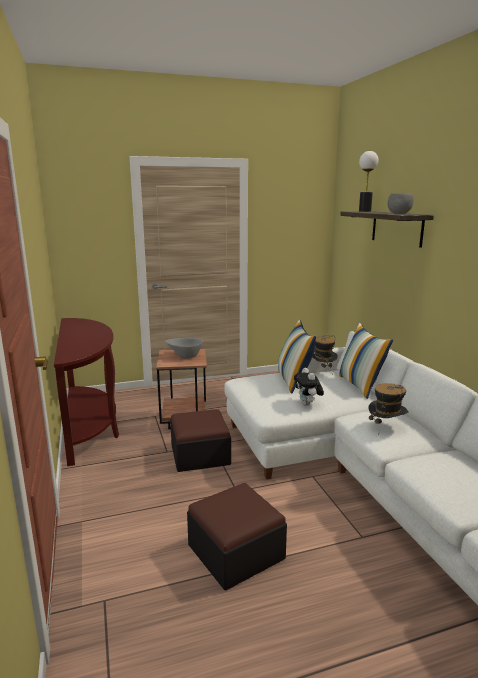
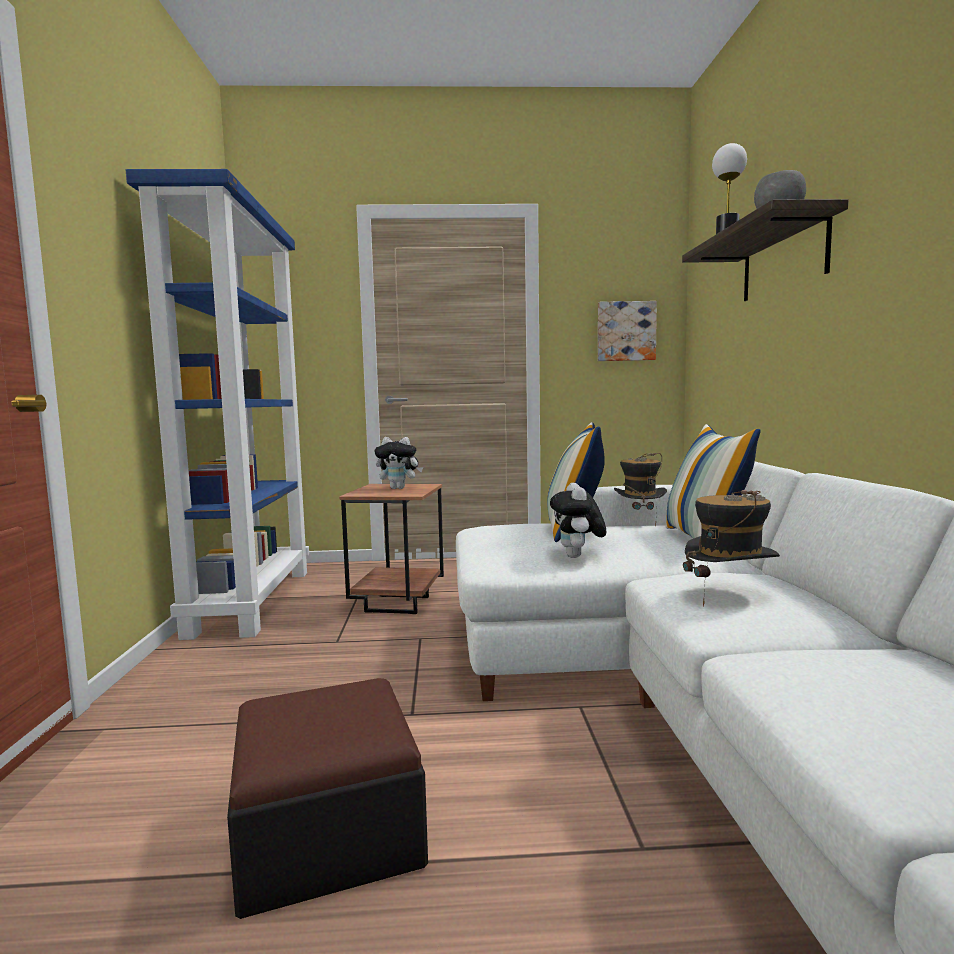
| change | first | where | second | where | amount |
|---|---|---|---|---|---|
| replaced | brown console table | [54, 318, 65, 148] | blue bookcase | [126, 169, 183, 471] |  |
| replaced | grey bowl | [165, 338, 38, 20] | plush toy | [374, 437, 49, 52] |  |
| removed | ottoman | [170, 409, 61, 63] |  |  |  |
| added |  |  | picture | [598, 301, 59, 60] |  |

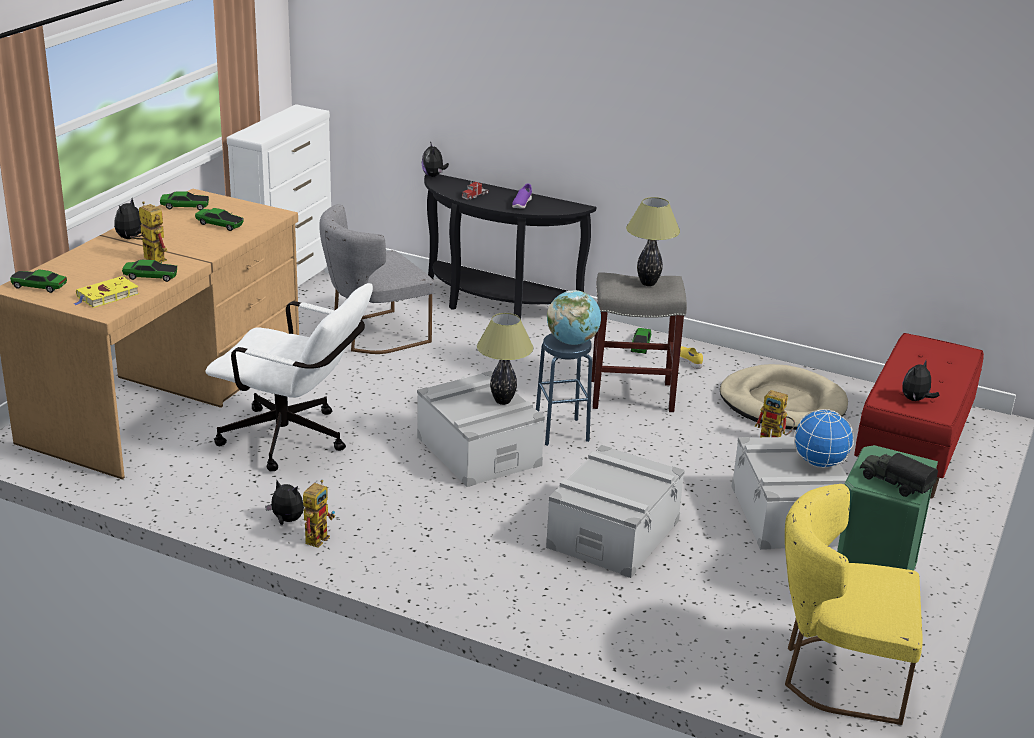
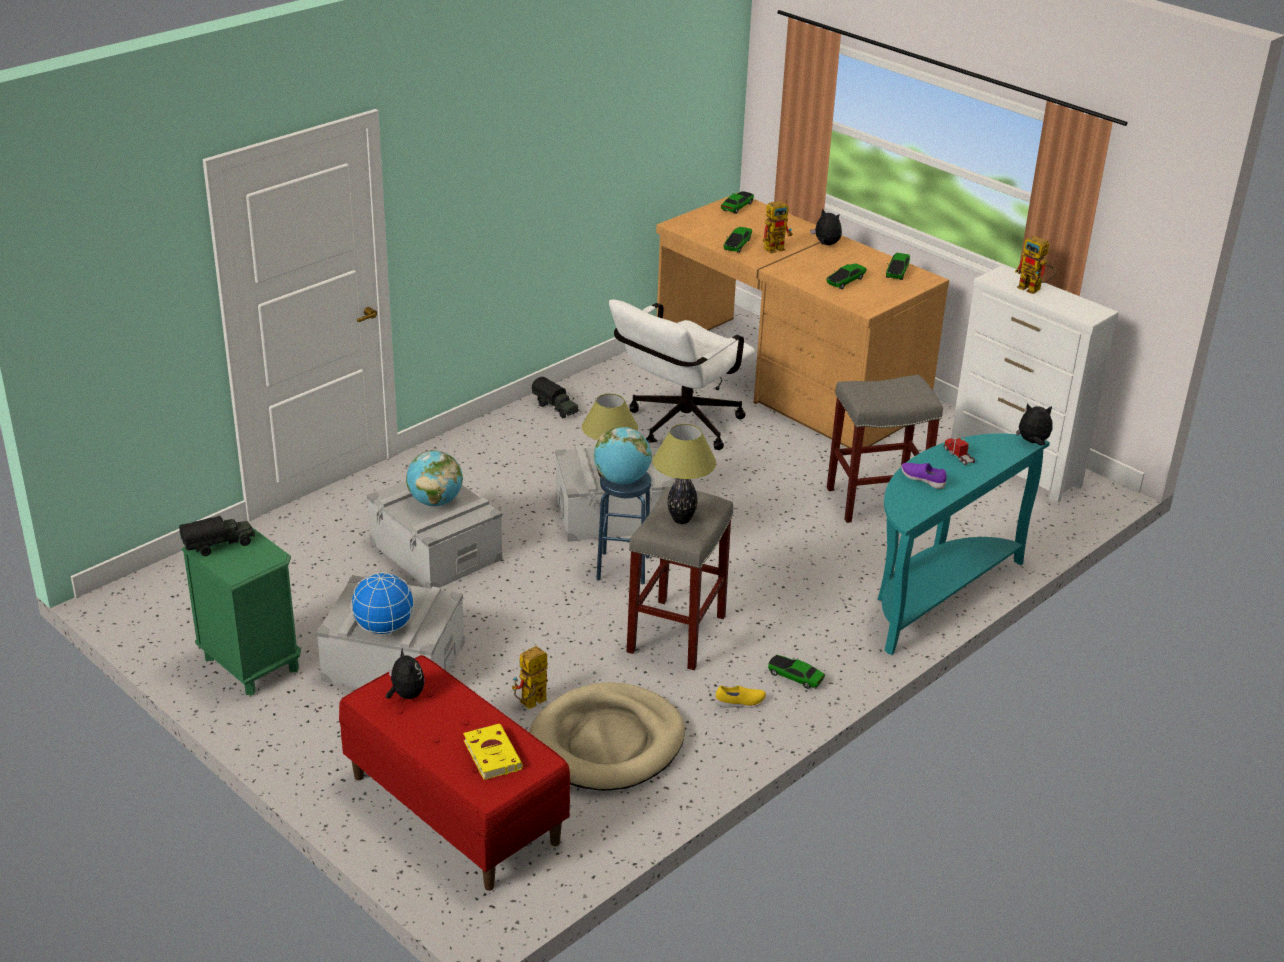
| change | first | where | second | where | amount |
|---|---|---|---|---|---|
| moved | yellow book | [74, 276, 65, 32] |  | [463, 724, 60, 56] |  |
| replaced | plush toy | [265, 480, 39, 45] | toy truck | [532, 377, 47, 41] |  |
| moved | toy robot | [303, 480, 32, 68] |  | [1015, 235, 41, 59] |  |
| replaced | grey chair | [319, 204, 115, 150] | grey stool | [827, 375, 116, 148] |  |
| recoloured | black console table | [424, 174, 172, 145] | turquoise console table | [877, 433, 173, 222] |  |
| removed | yellow chair | [785, 484, 138, 241] |  |  |  |
| added |  |  | globe | [406, 450, 57, 56] |  |

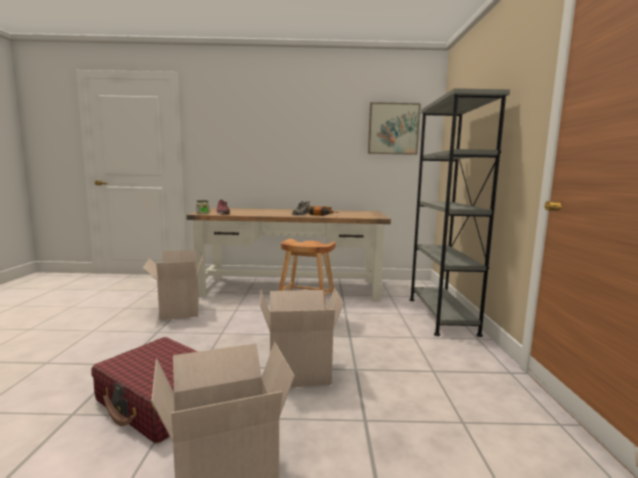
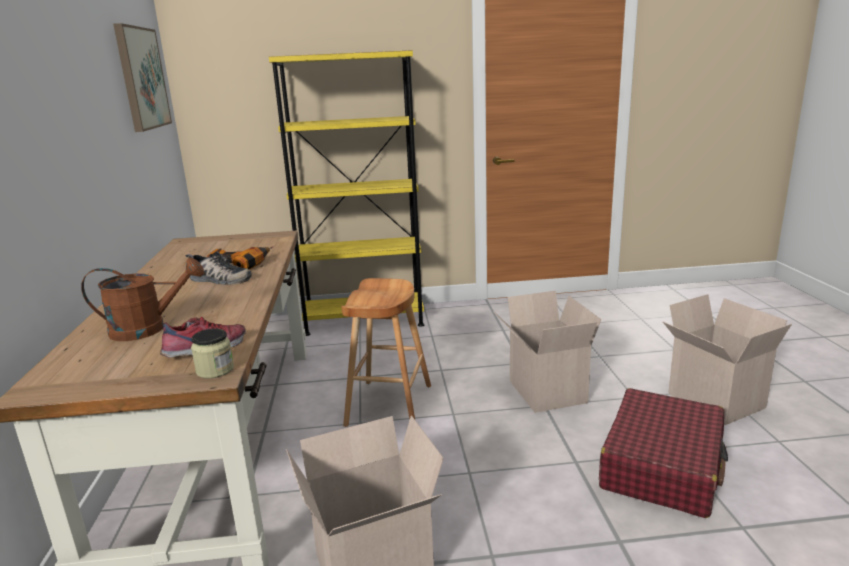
| change | first | where | second | where | amount |
|---|---|---|---|---|---|
| recoloured | grey bookcase | [410, 88, 100, 249] | yellow bookcase | [269, 50, 155, 286] |  |
| added |  |  | brown watering can | [81, 258, 123, 83] |  |

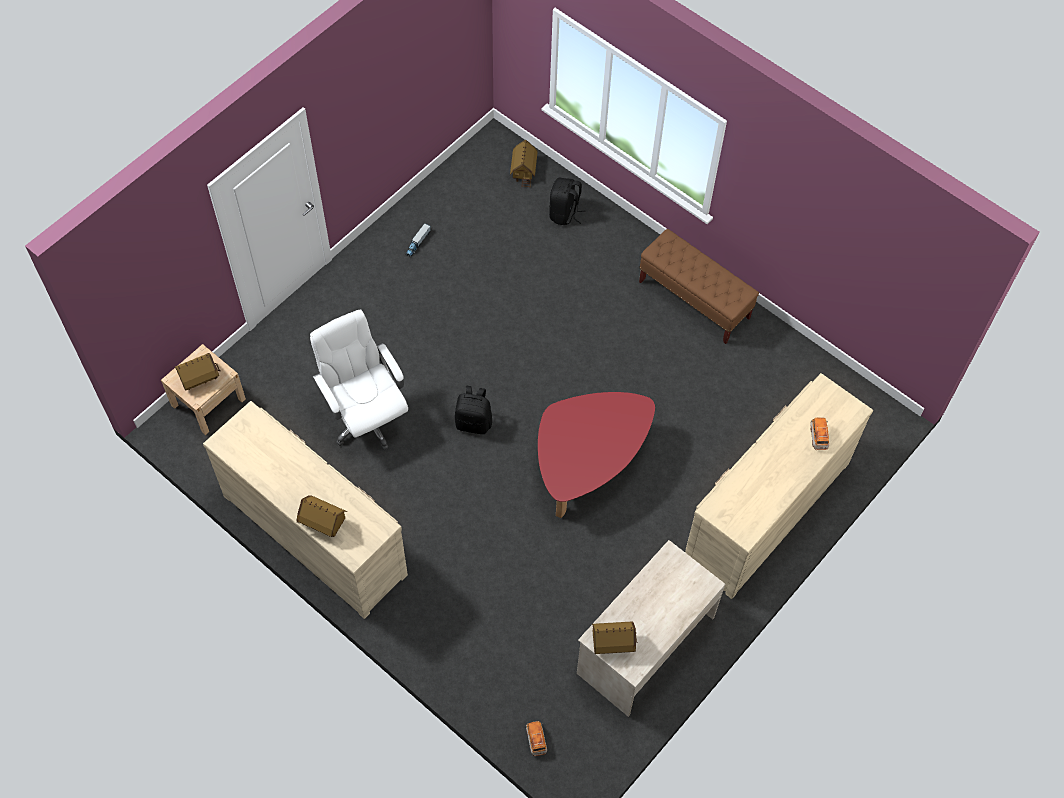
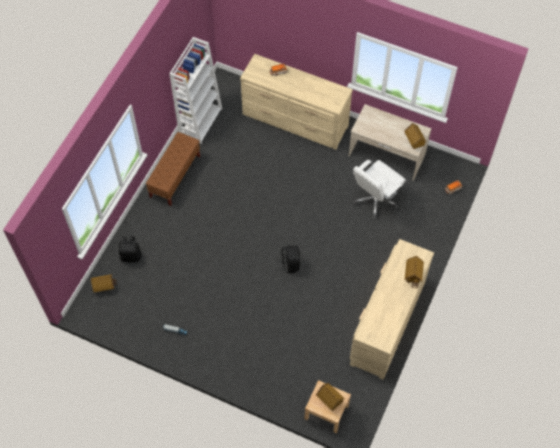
| change | first | where | second | where | amount |
|---|---|---|---|---|---|
| moved | white office chair | [310, 310, 98, 140] |  | [353, 160, 53, 60] |  |
| removed | red coffee table | [538, 392, 117, 126] |  |  |  |
| added |  |  | white bookcase | [169, 37, 53, 107] |  |

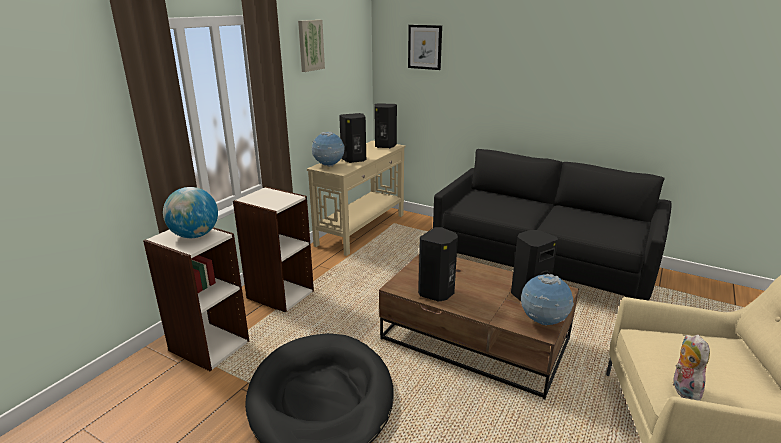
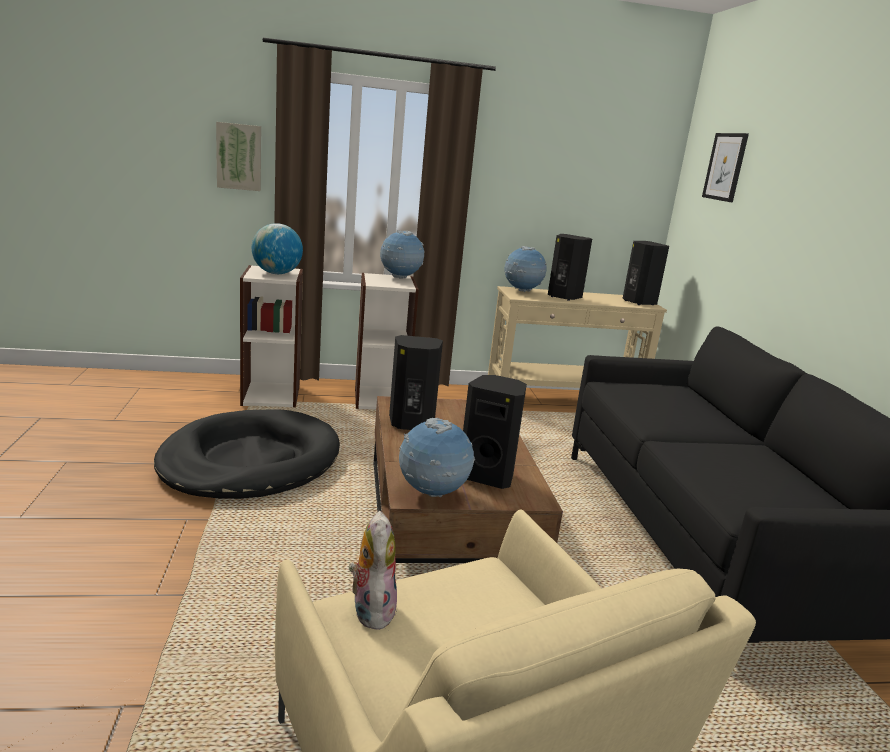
| change | first | where | second | where | amount |
|---|---|---|---|---|---|
| moved | picture | [298, 20, 27, 52] |  | [216, 122, 45, 69] |  |
| turned | plush toy | [673, 335, 37, 66] |  | [349, 511, 48, 119] | 60 degrees counterclockwise |
| added |  |  | globe | [380, 230, 44, 49] |  |

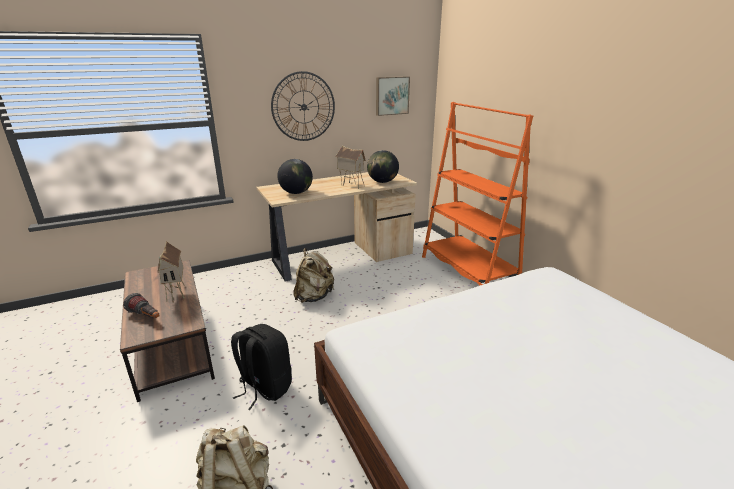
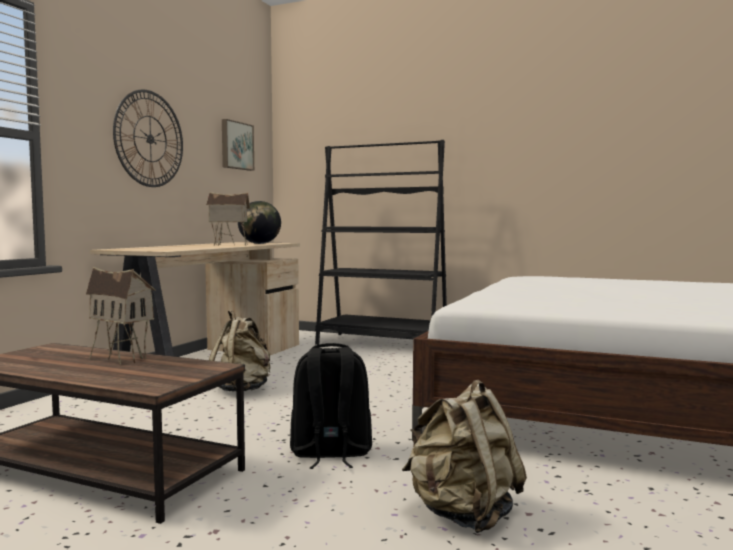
| change | first | where | second | where | amount |
|---|---|---|---|---|---|
| removed | flashlight | [123, 293, 36, 25] |  |  |  |
| removed | globe | [277, 159, 36, 35] |  |  |  |
| recoloured | orange bookcase | [422, 102, 111, 184] | black bookcase | [315, 140, 132, 205] |  |

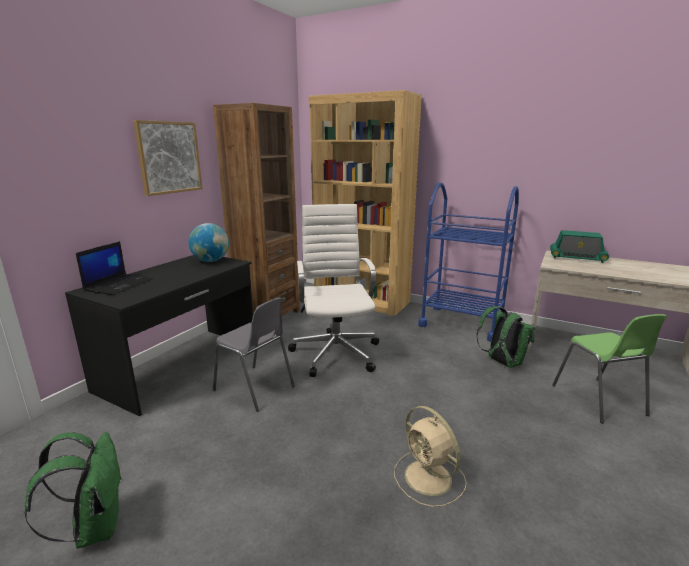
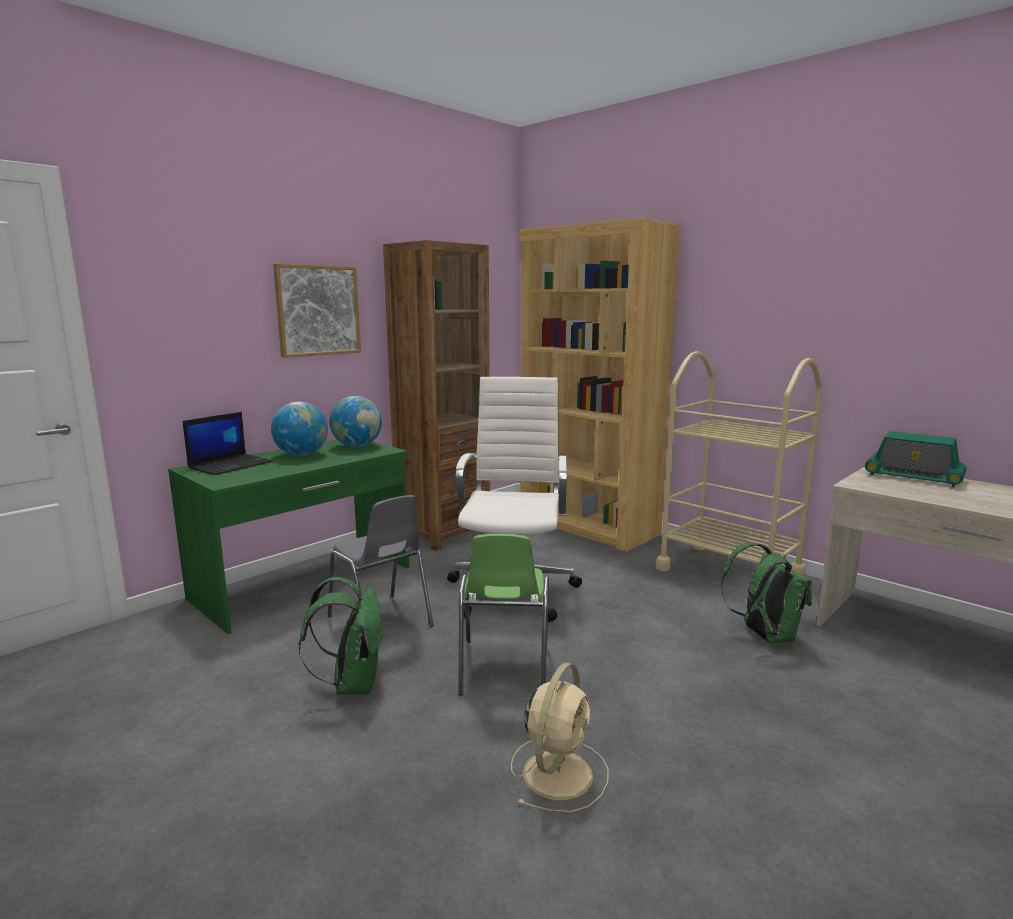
| change | first | where | second | where | amount |
|---|---|---|---|---|---|
| moved | green backpack | [24, 432, 99, 117] |  | [299, 577, 86, 118] |  |
| recoloured | black desk | [65, 255, 188, 161] | green desk | [168, 439, 241, 195] |  |
| turned | beige fan | [394, 406, 72, 101] |  | [511, 662, 98, 151] | 135 degrees counterclockwise |
| recoloured | blue cart | [418, 183, 101, 159] | beige cart | [655, 351, 168, 225] |  |
| moved | green chair | [552, 314, 115, 110] |  | [459, 534, 90, 161] |  |
| added |  |  | globe | [271, 402, 57, 54] |  |

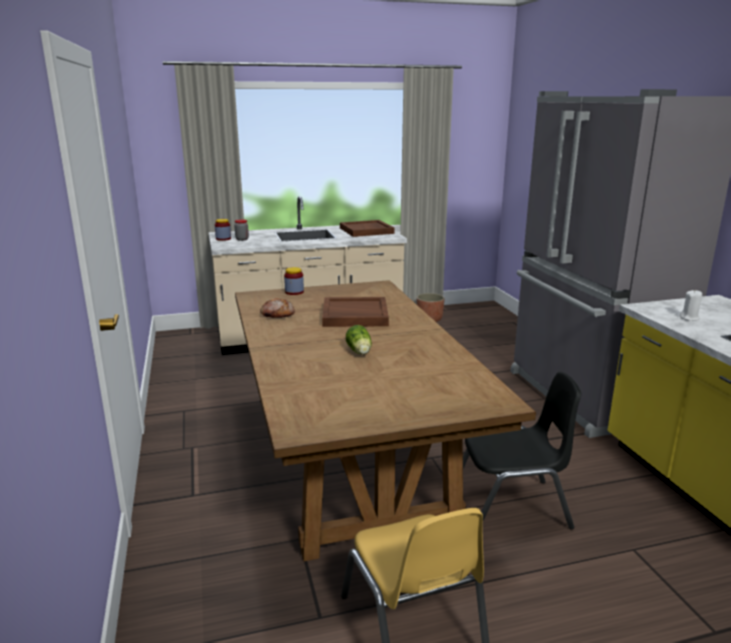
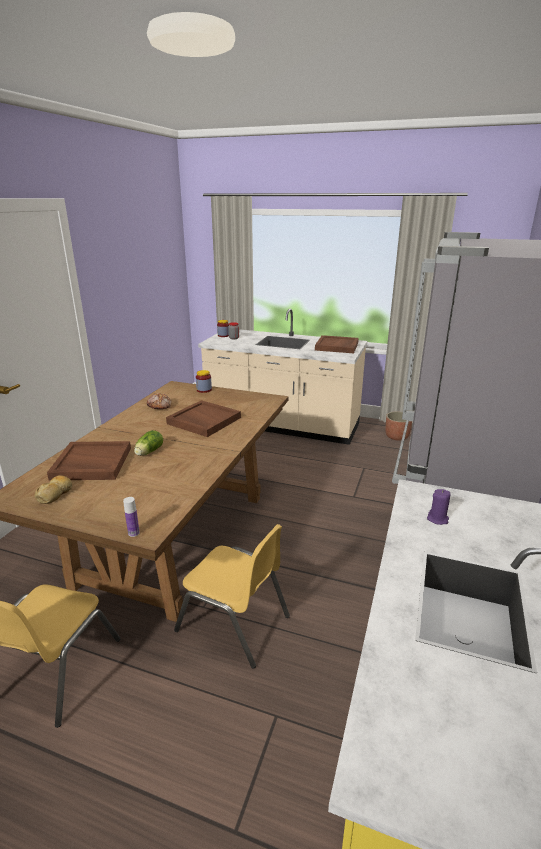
| change | first | where | second | where | amount |
|---|---|---|---|---|---|
| recoloured | black chair | [463, 372, 118, 158] | yellow chair | [174, 524, 116, 144] |  |
| recoloured | white candle | [679, 290, 23, 31] | purple candle | [427, 489, 23, 36] |  |
| added |  |  | bread | [35, 475, 37, 29] |  |
| added |  |  | brown tray | [47, 441, 84, 40] |  |
| added |  |  | bottle | [123, 497, 17, 40] |  |

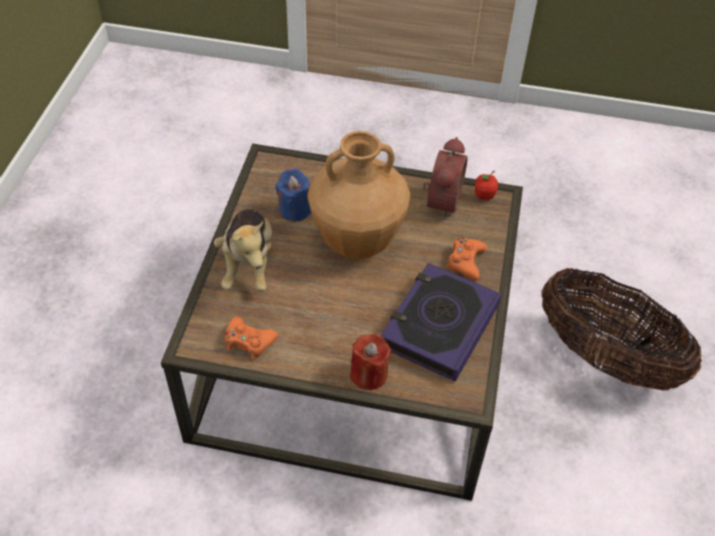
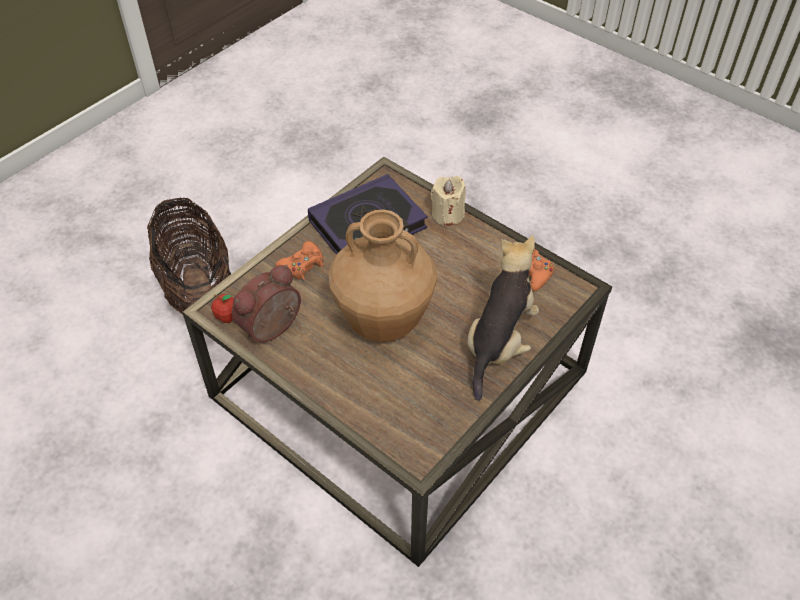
| change | first | where | second | where | amount |
|---|---|---|---|---|---|
| removed | blue candle | [275, 168, 36, 54] |  |  |  |
| recoloured | red candle | [350, 334, 41, 56] | beige candle | [430, 176, 36, 50] |  |

